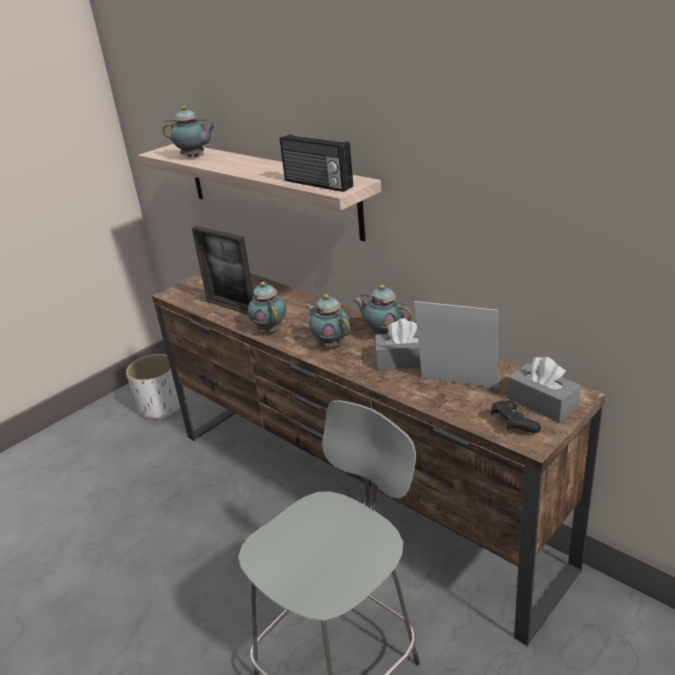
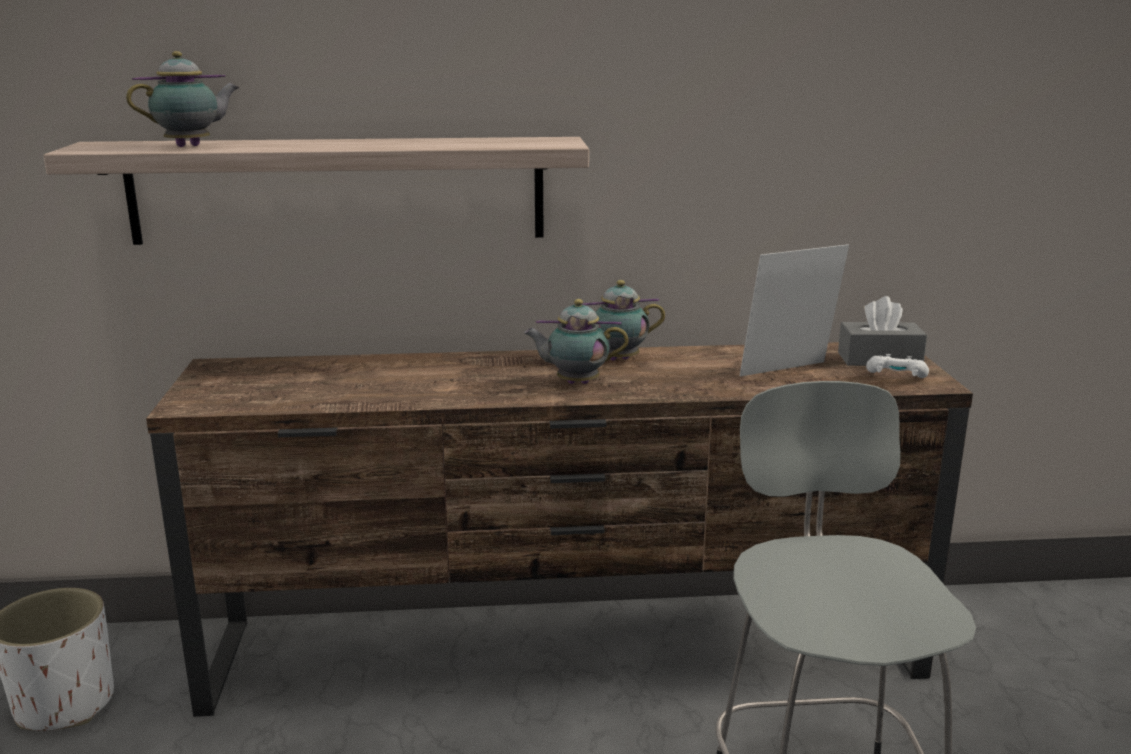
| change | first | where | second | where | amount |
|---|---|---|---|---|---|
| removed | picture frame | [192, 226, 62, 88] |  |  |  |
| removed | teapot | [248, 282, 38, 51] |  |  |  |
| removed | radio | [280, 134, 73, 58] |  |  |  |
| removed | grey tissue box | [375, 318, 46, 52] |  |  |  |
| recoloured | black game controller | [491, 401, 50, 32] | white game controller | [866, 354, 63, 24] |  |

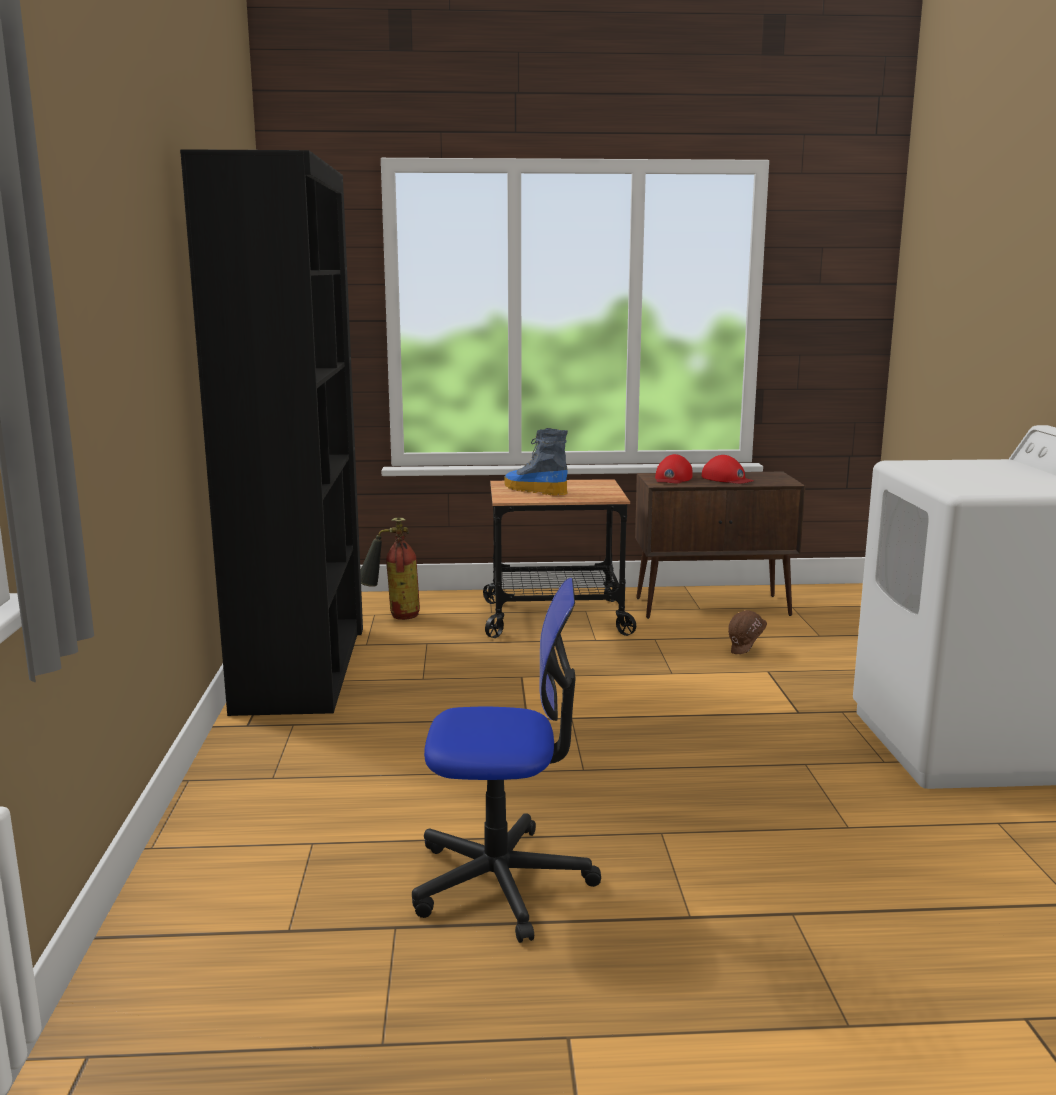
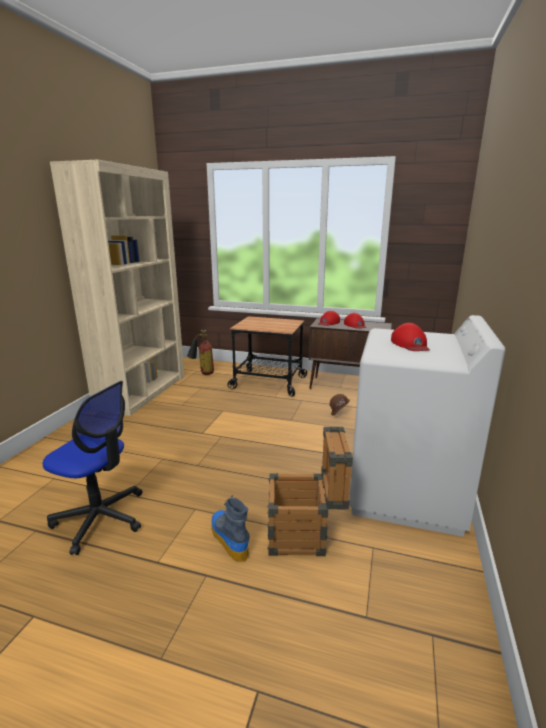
| change | first | where | second | where | amount |
|---|---|---|---|---|---|
| recoloured | black bookcase | [180, 149, 183, 567] | beige bookcase | [50, 160, 135, 256] |  |
| moved | boot | [505, 428, 63, 68] |  | [211, 495, 39, 67] |  |
| added |  |  | crate | [267, 427, 86, 129] |  |
| added |  |  | red cap | [391, 323, 39, 28] |  |

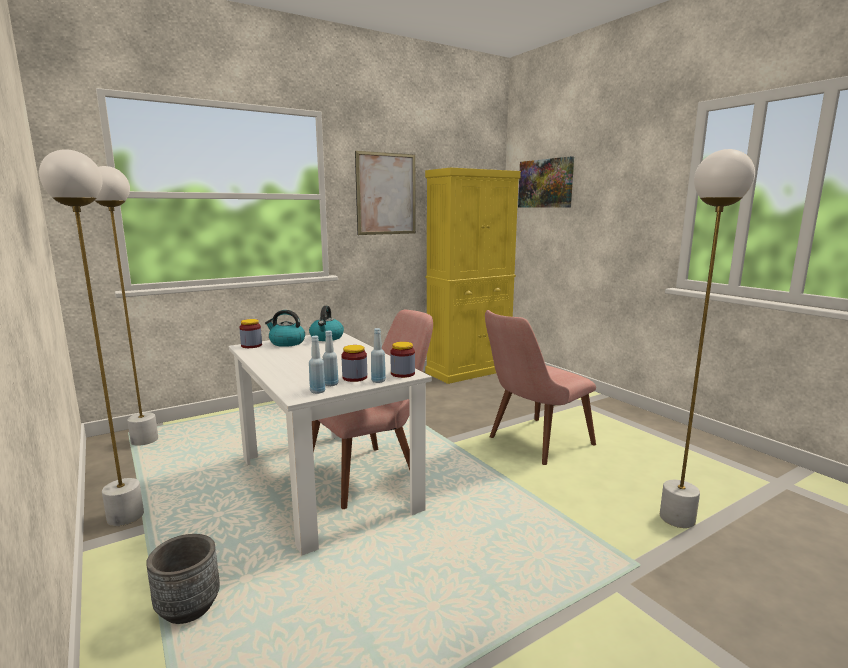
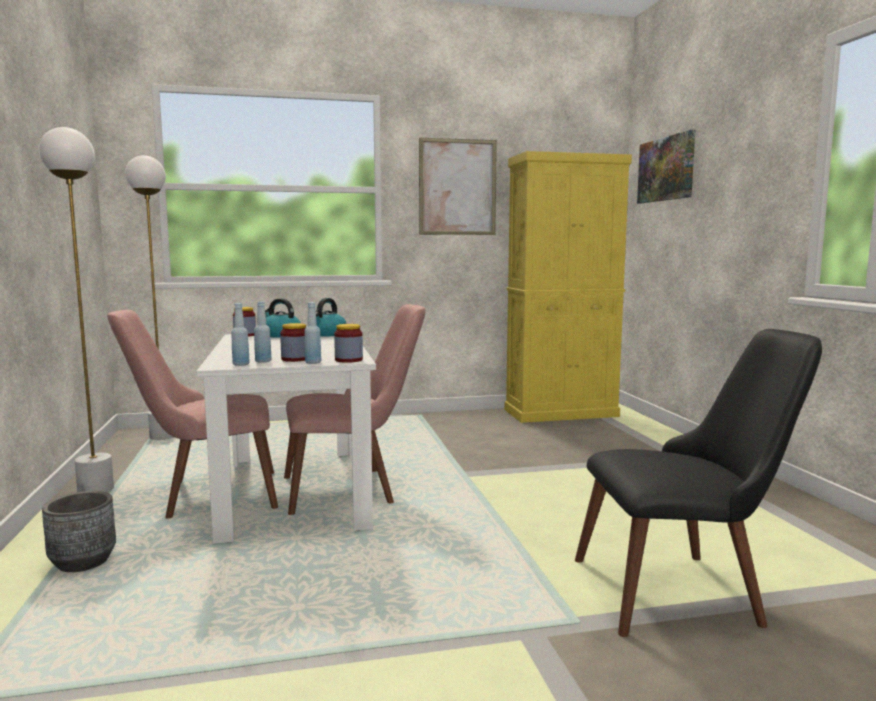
| change | first | where | second | where | amount |
|---|---|---|---|---|---|
| moved | pink chair | [485, 310, 111, 155] |  | [107, 309, 171, 210] |  |
| replaced | white floor lamp | [660, 149, 95, 379] | black chair | [575, 329, 247, 308] |  |

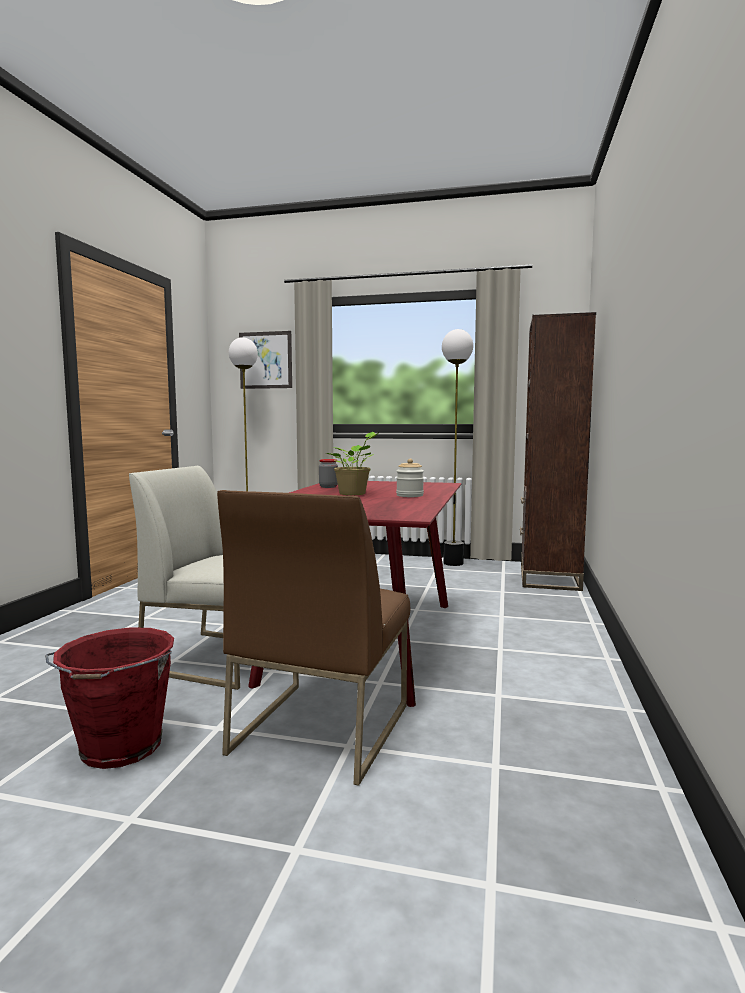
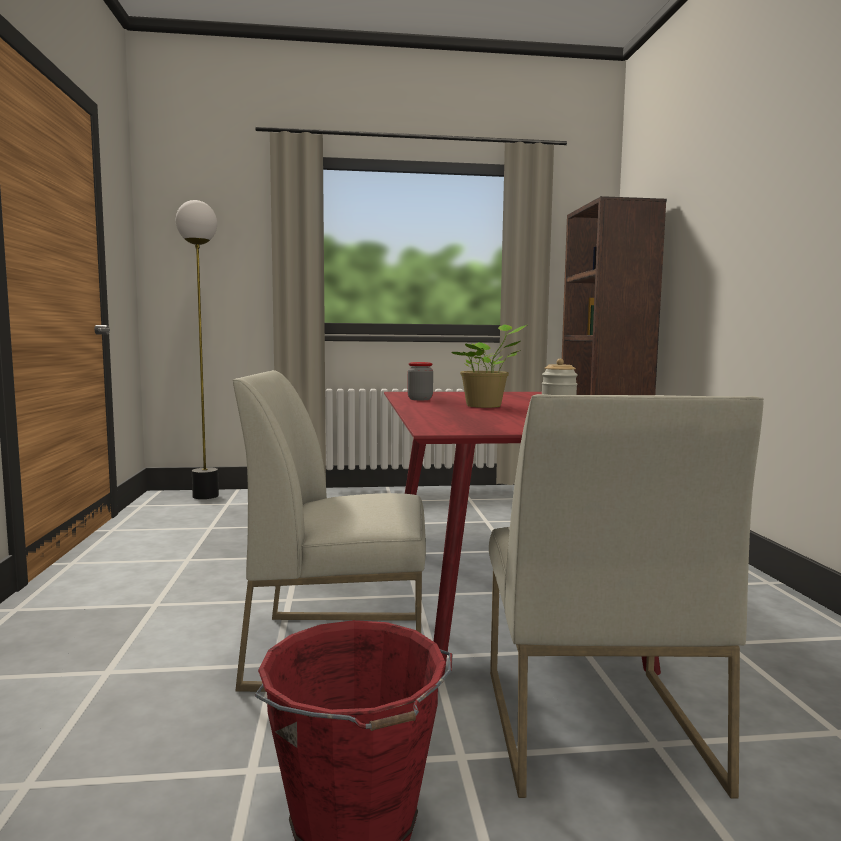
| change | first | where | second | where | amount |
|---|---|---|---|---|---|
| recoloured | brown chair | [217, 490, 193, 296] | white chair | [489, 394, 275, 405] |  |
| removed | picture | [239, 331, 53, 58] |  |  |  |
| removed | floor lamp | [442, 329, 31, 237] |  |  |  |

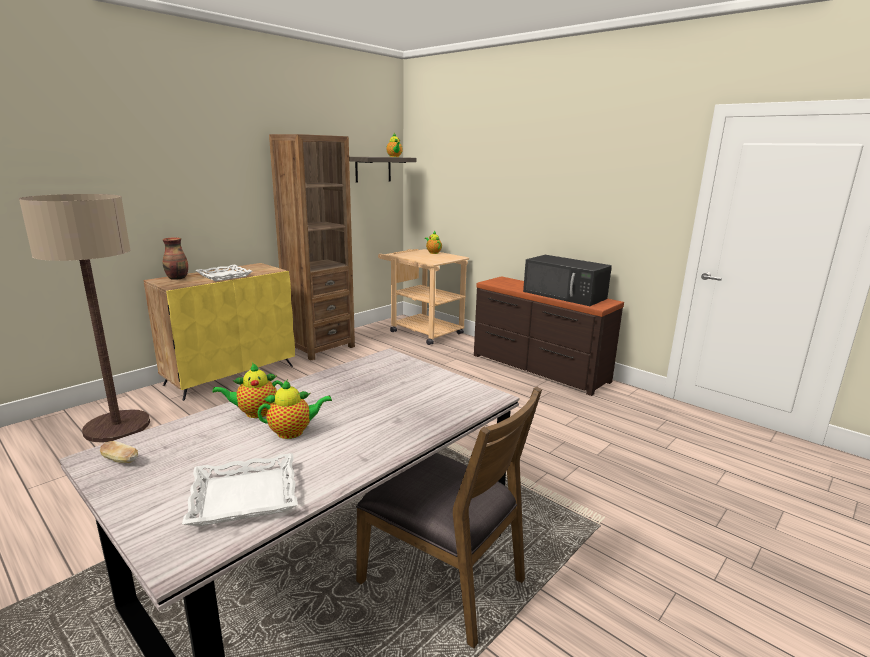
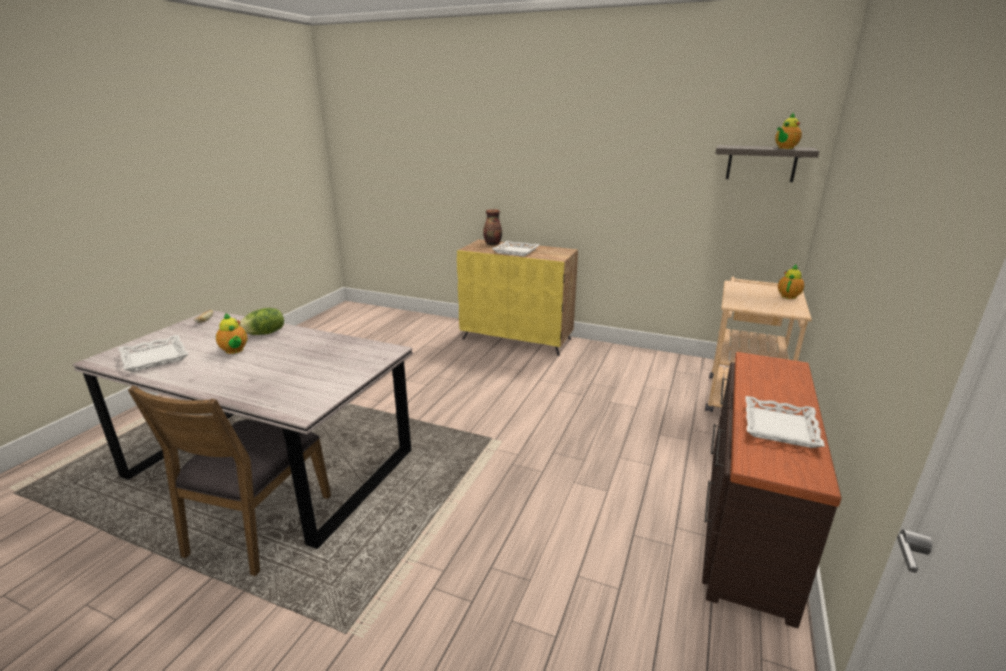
| change | first | where | second | where | amount |
|---|---|---|---|---|---|
| removed | floor lamp | [19, 194, 131, 249] |  |  |  |
| replaced | teapot | [212, 363, 71, 55] | lettuce | [239, 308, 45, 27] |  |
| removed | brown bookcase | [269, 134, 86, 226] |  |  |  |
| replaced | black microwave | [523, 255, 89, 51] | white tray | [745, 396, 80, 52] |  |

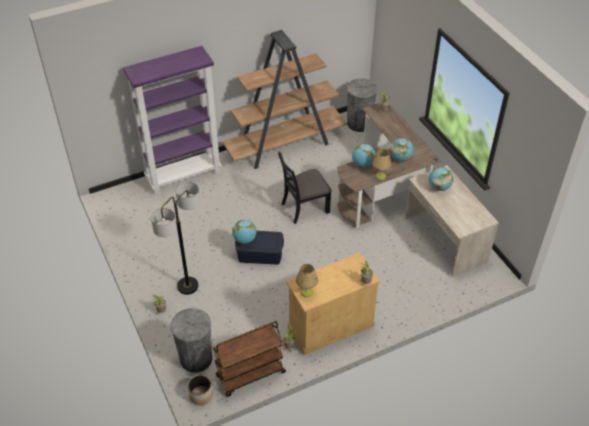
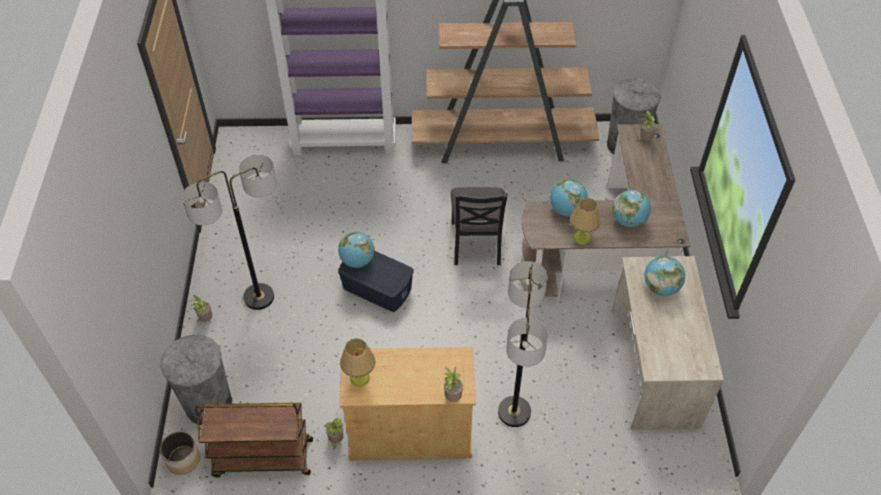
| change | first | where | second | where | amount |
|---|---|---|---|---|---|
| turned | black chair | [278, 151, 54, 73] |  | [450, 187, 57, 78] | 90 degrees counterclockwise |
| added |  |  | floor lamp | [498, 261, 50, 166] |  |

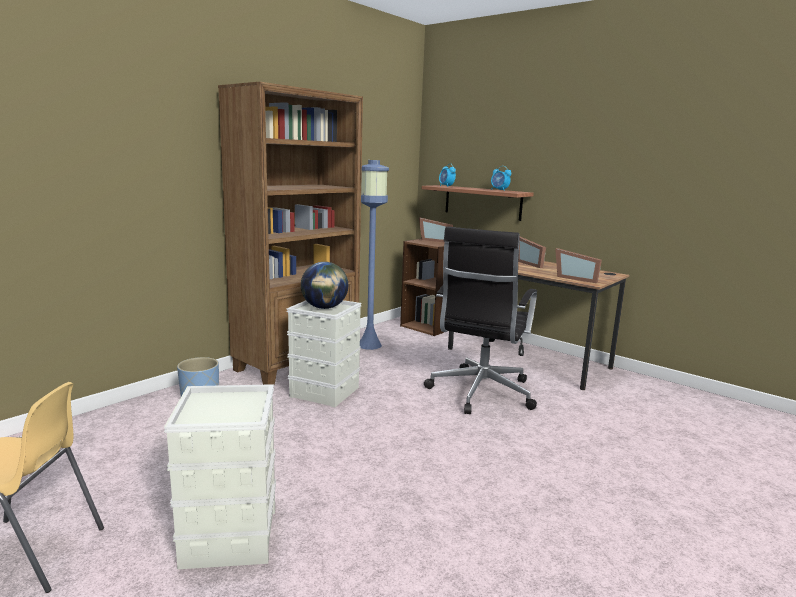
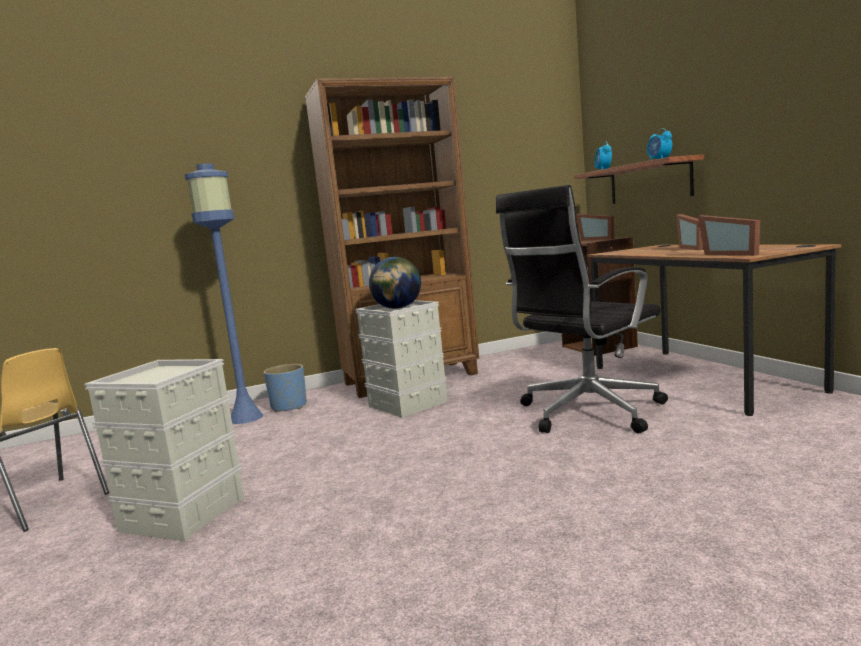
| change | first | where | second | where | amount |
|---|---|---|---|---|---|
| moved | blue floor lamp | [360, 160, 29, 190] |  | [185, 163, 78, 261] |  |

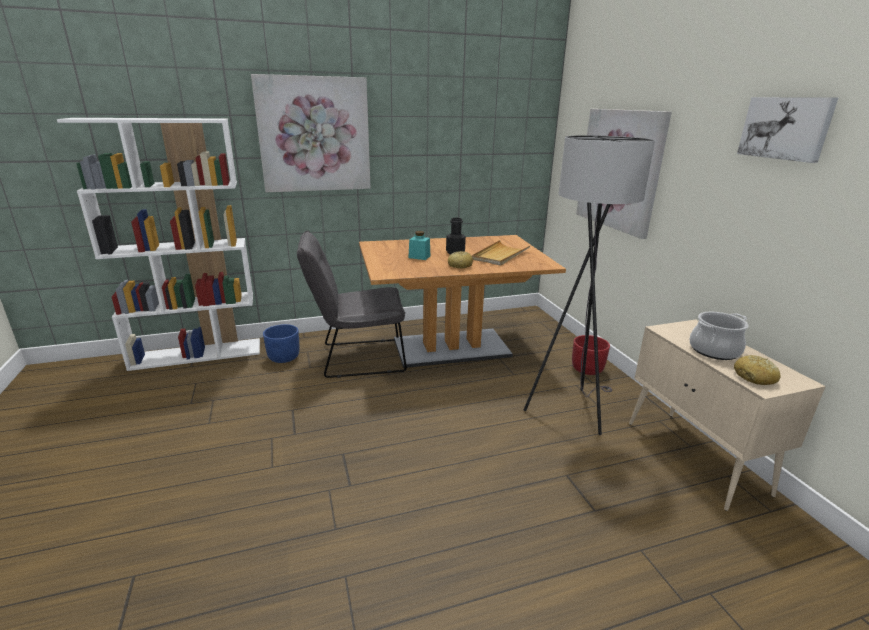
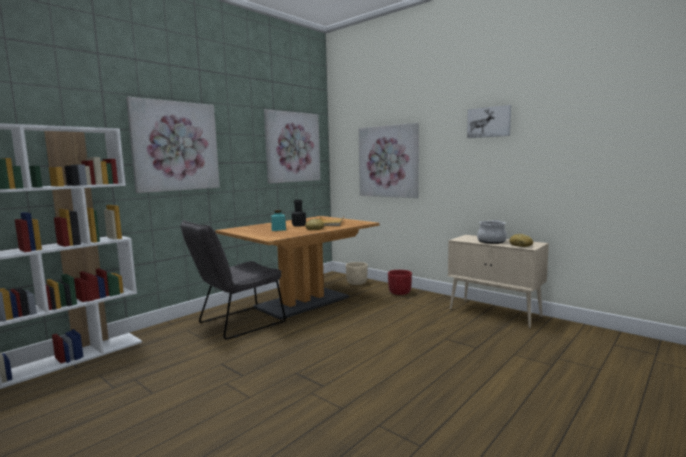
| change | first | where | second | where | amount |
|---|---|---|---|---|---|
| removed | blue planter | [263, 324, 36, 39] |  |  |  |
| removed | grey floor lamp | [524, 135, 131, 300] |  |  |  |
| added |  |  | picture | [264, 109, 56, 75] |  |
| added |  |  | beige planter | [346, 262, 22, 23] |  |

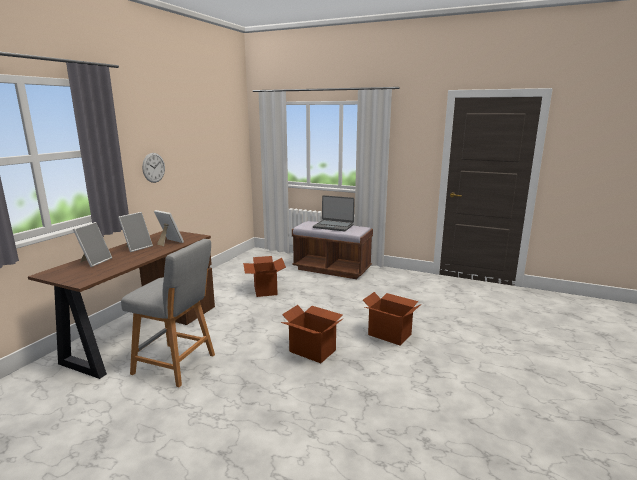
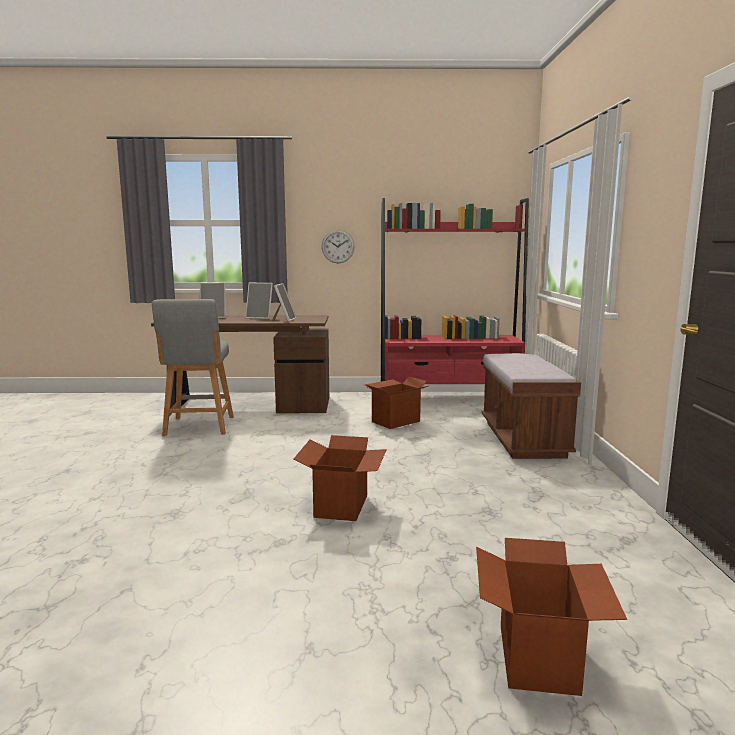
| change | first | where | second | where | amount |
|---|---|---|---|---|---|
| moved | cardboard box | [281, 305, 63, 58] |  | [476, 538, 151, 158] |  |
| removed | laptop | [313, 195, 42, 36] |  |  |  |
| added |  |  | red bookcase | [381, 198, 148, 186] |  |

